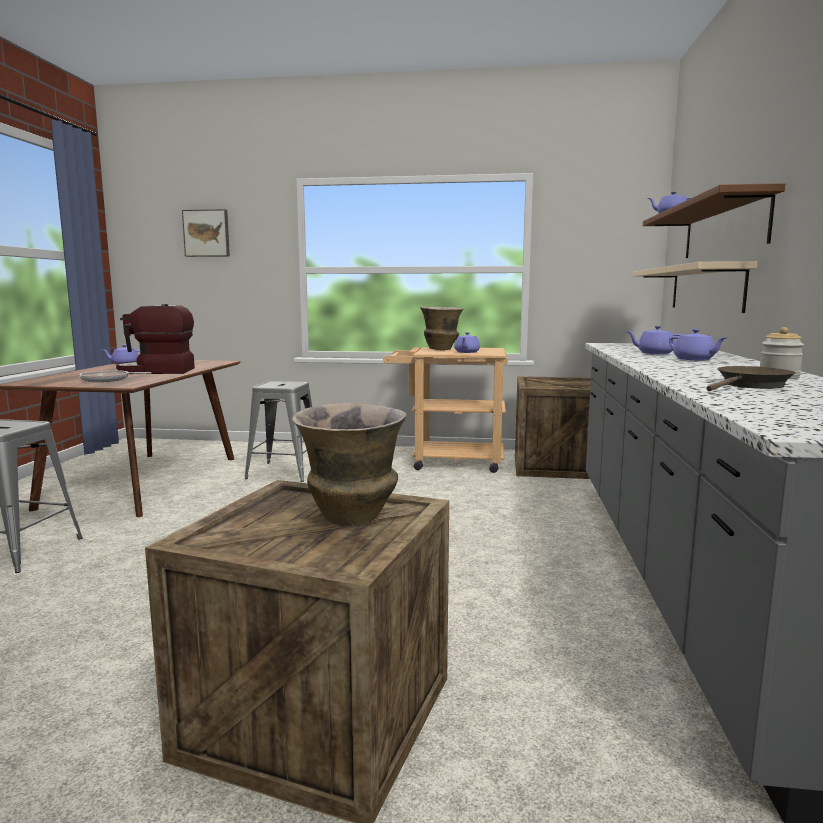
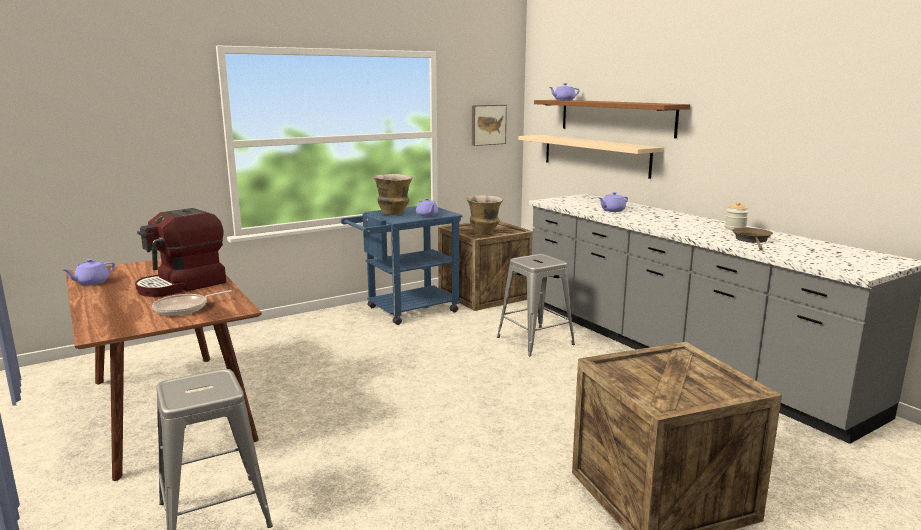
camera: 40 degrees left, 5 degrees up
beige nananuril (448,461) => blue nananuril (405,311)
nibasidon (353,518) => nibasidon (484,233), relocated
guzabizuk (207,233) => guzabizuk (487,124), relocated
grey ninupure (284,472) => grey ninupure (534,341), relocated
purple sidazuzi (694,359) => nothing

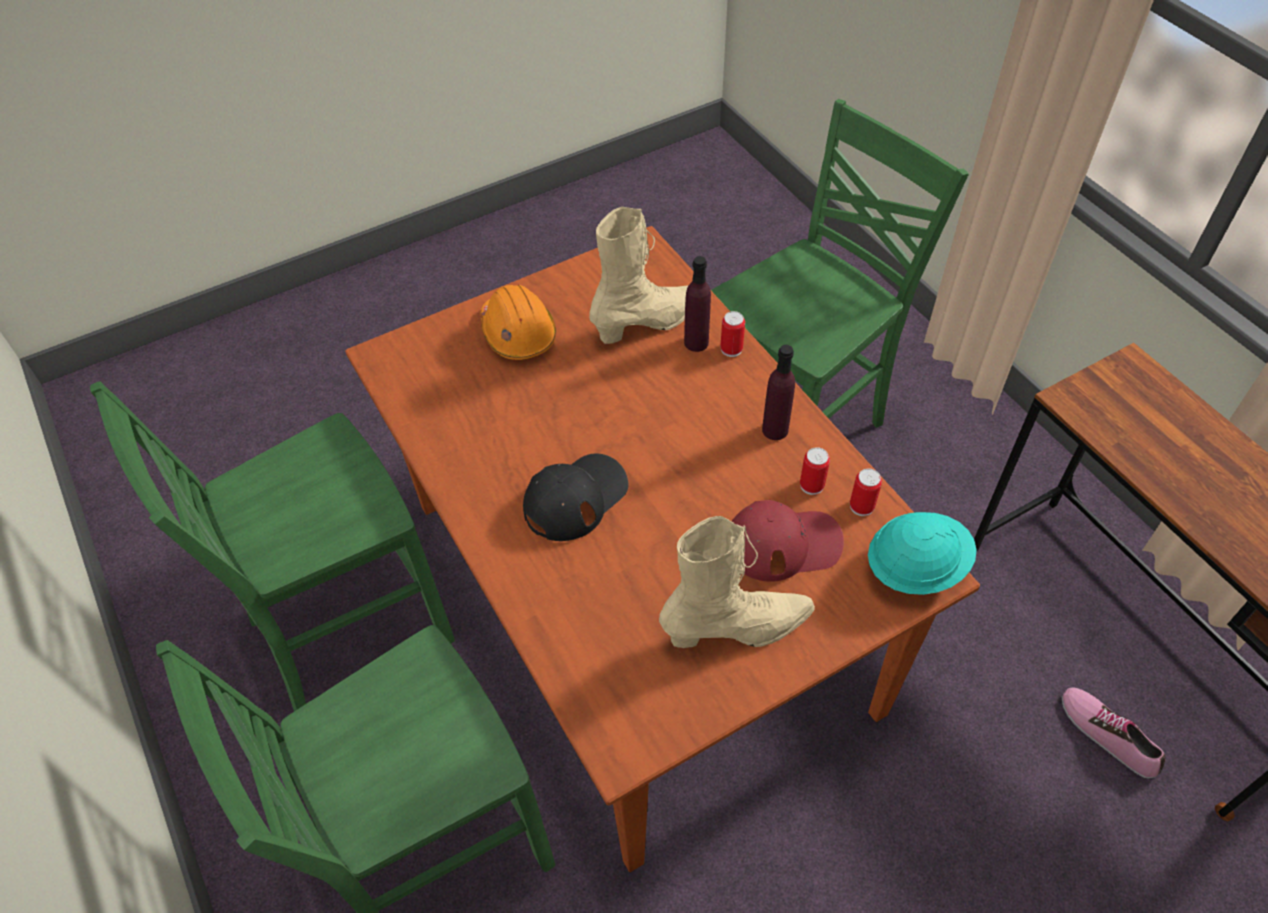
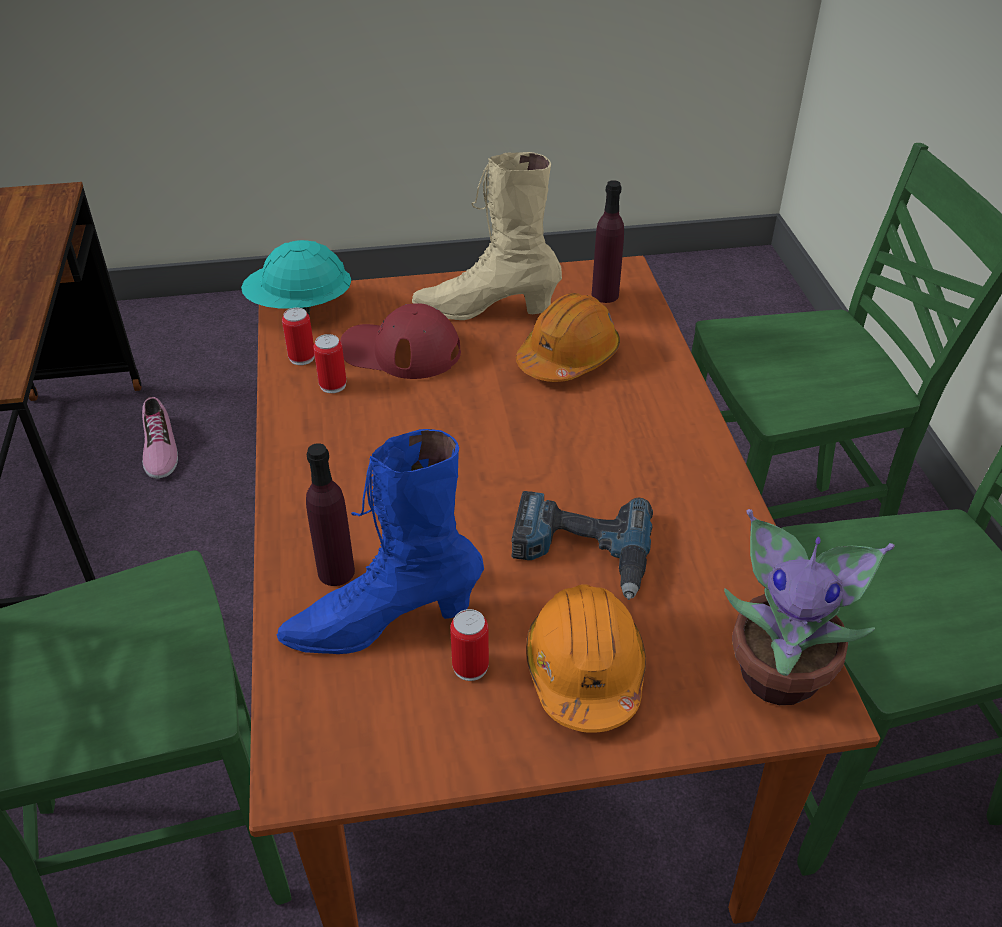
camera: 160 degrees left, 10 degrees down
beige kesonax (648,323) => blue kesonax (382,623)
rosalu (731,349) => rosalu (470,666), relocated
nothing => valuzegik (581,553)
nothing => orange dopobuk (568,357)
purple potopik (775,430) => purple potopik (605,295), relocated
nothing => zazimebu (780,671)
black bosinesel (575,498) => nothing

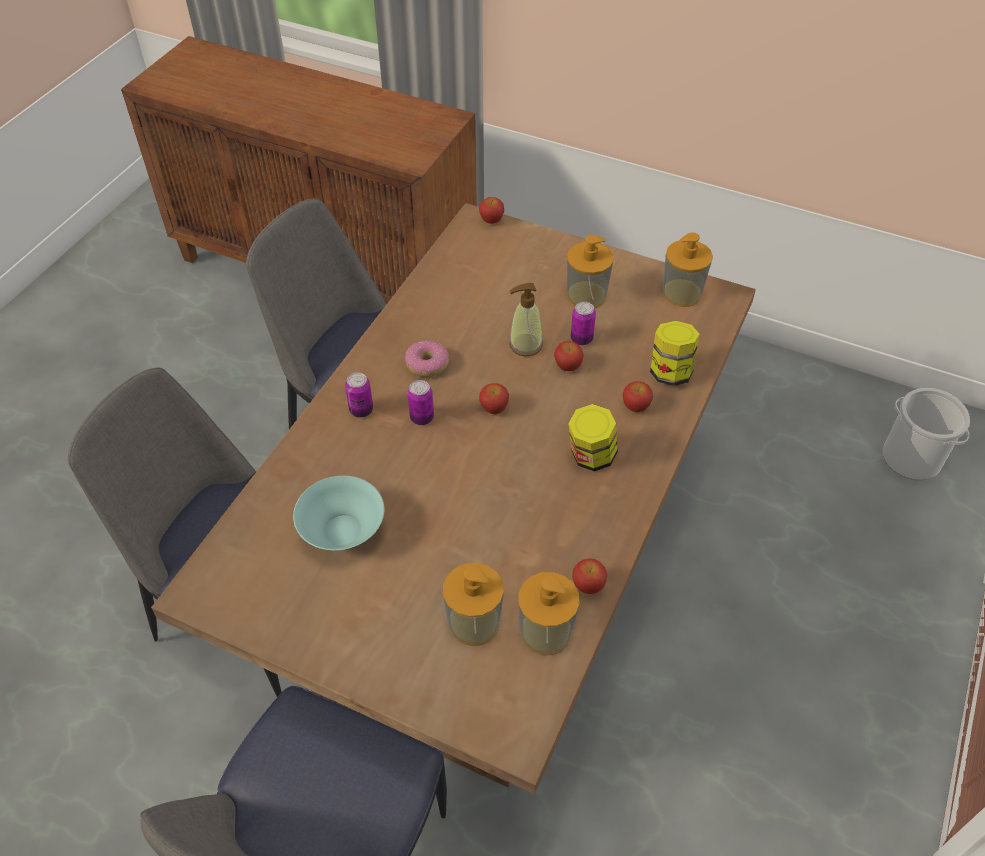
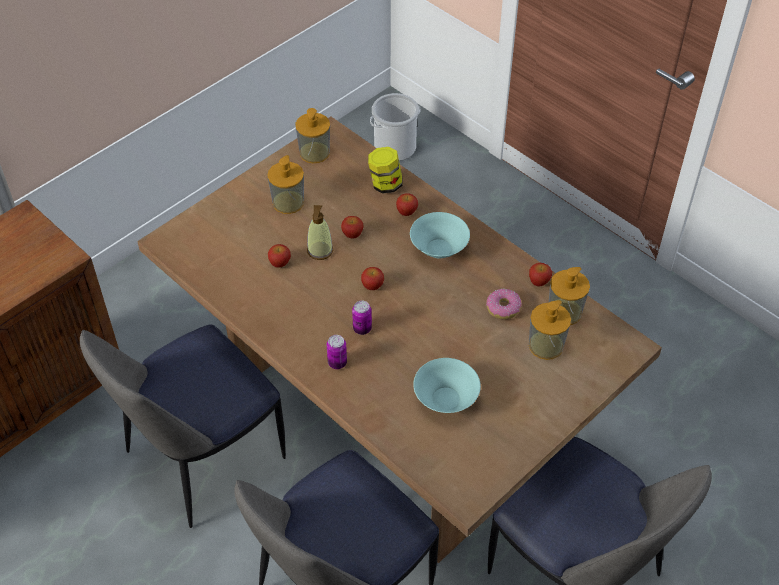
camera: 70 degrees left, 0 degrees up
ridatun (491,220) => ridatun (280,263), relocated
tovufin (591,456) => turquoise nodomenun (439,248)
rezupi (427,364) => rezupi (503,308), relocated
rosalu (581,339) => nothing

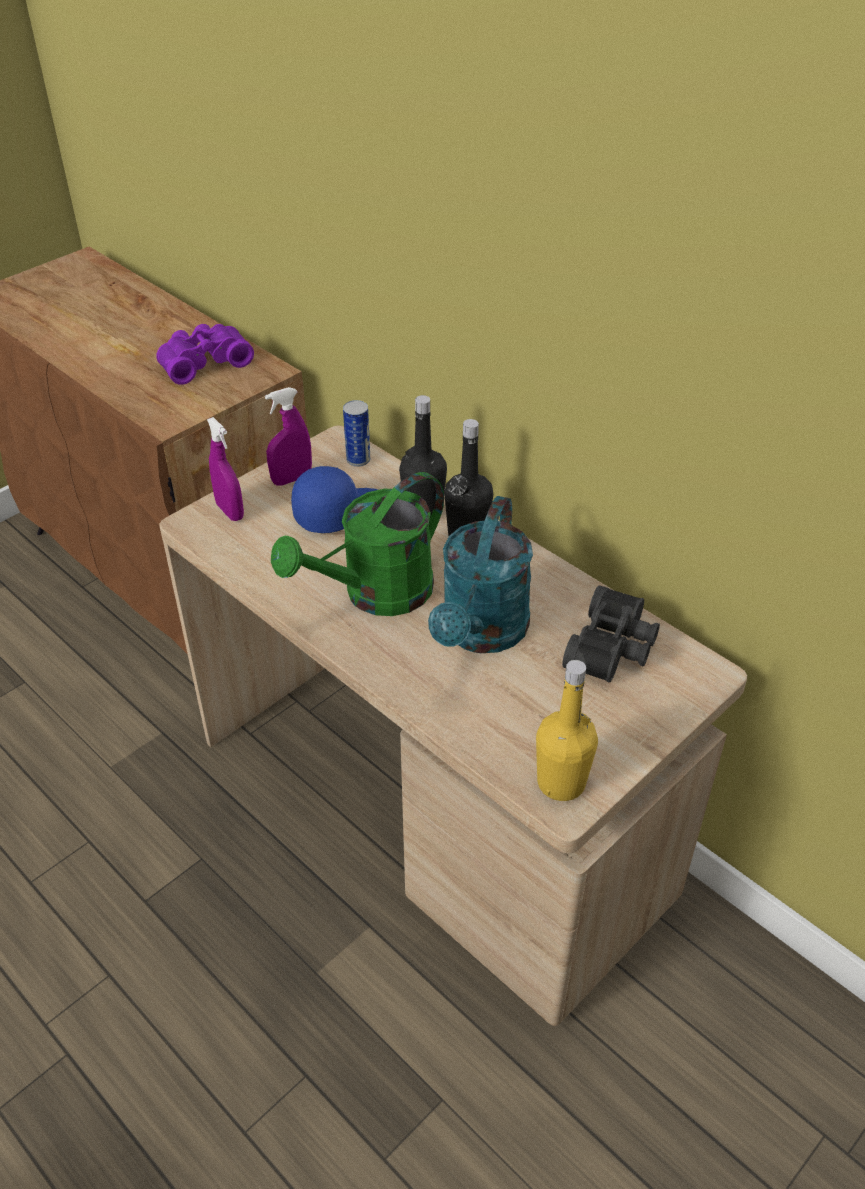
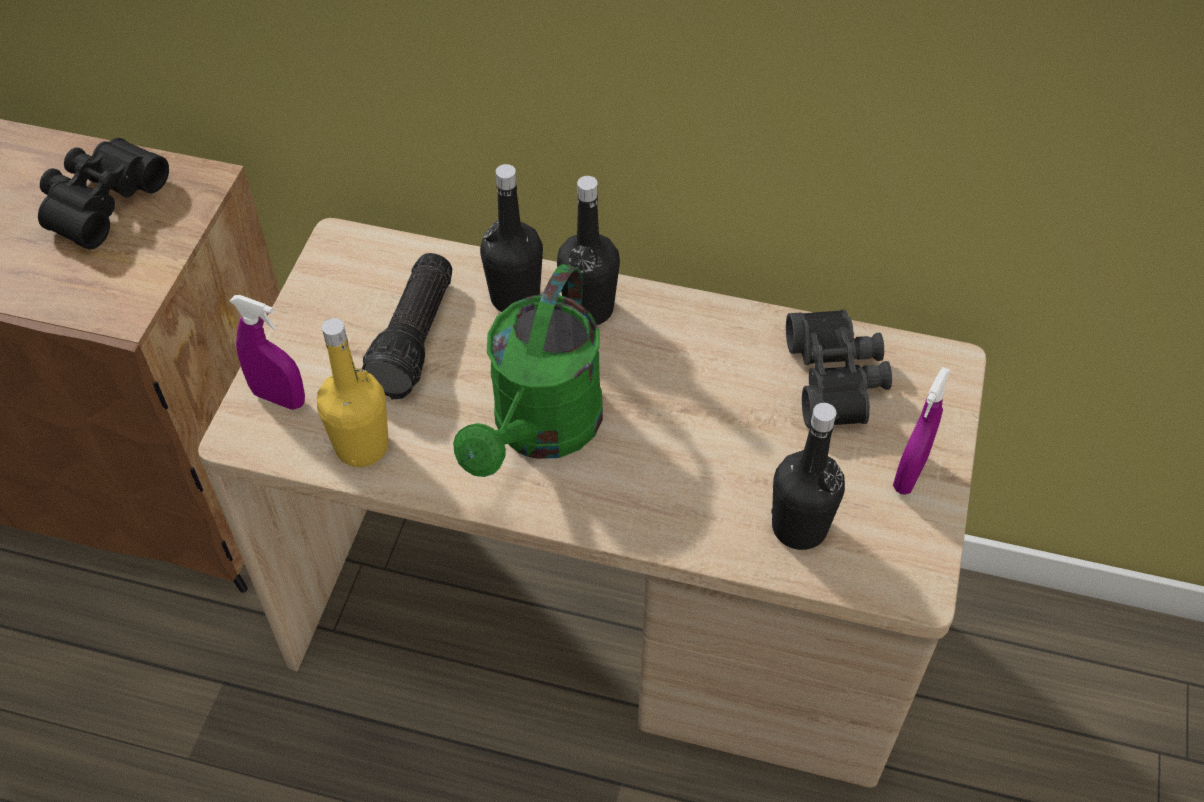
camera: 30 degrees left, 10 degrees up
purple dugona (203,362) => black dugona (100,201)
yellow potopik (561,783) => yellow potopik (362,446), relocated
blue bosinesel (339,512) => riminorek (416,340)
nothing => black potopik (799,527)
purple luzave (291,479) => purple luzave (909,474), relocated
rosalu (358,460) => nothing
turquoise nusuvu (481,634) => nothing

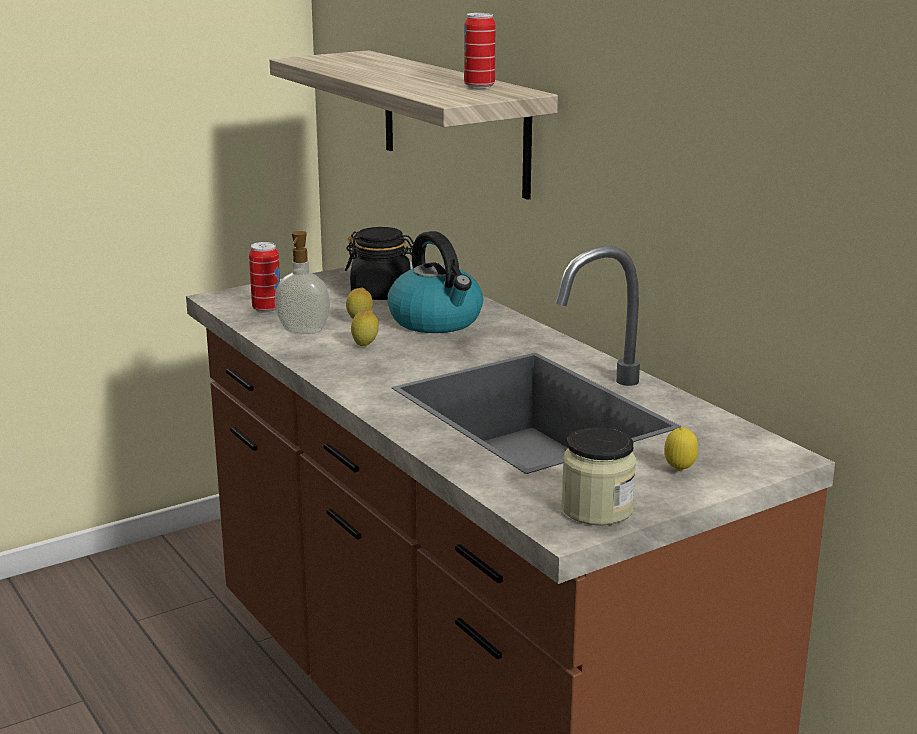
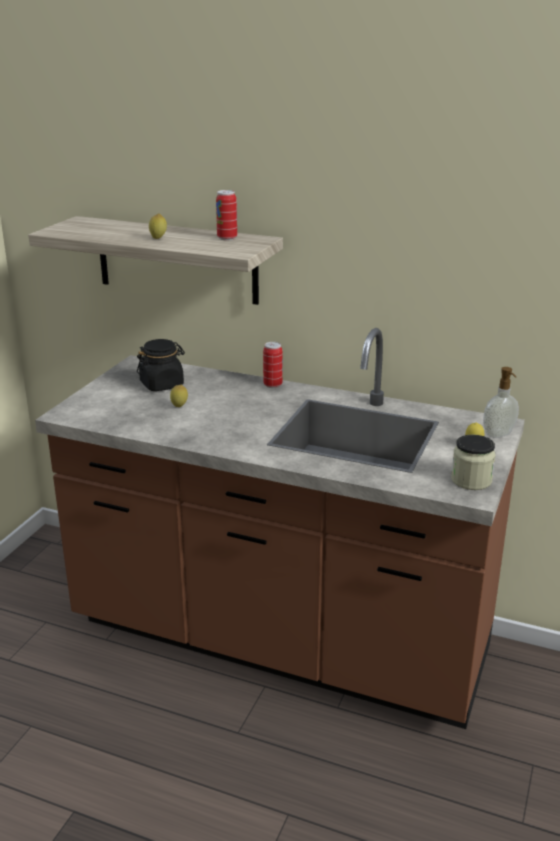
camera: 35 degrees left, 5 degrees up
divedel (365,346) => divedel (158,238), relocated
rosalu (266,309) => rosalu (273,385), relocated
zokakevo (303,331) => zokakevo (499,435), relocated
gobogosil (437,321) => nothing

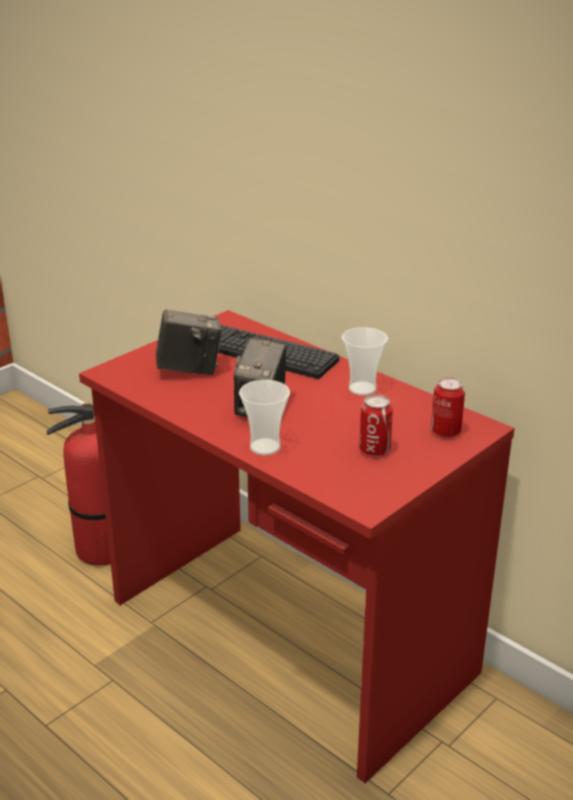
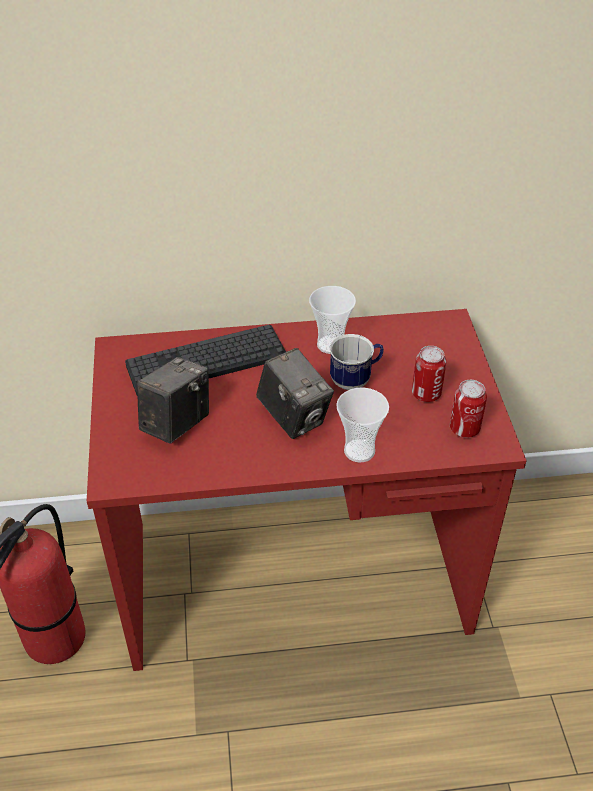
camera: 50 degrees left, 15 degrees up
nothing => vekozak (355,380)
rosalu (445,431) => rosalu (464,428), relocated

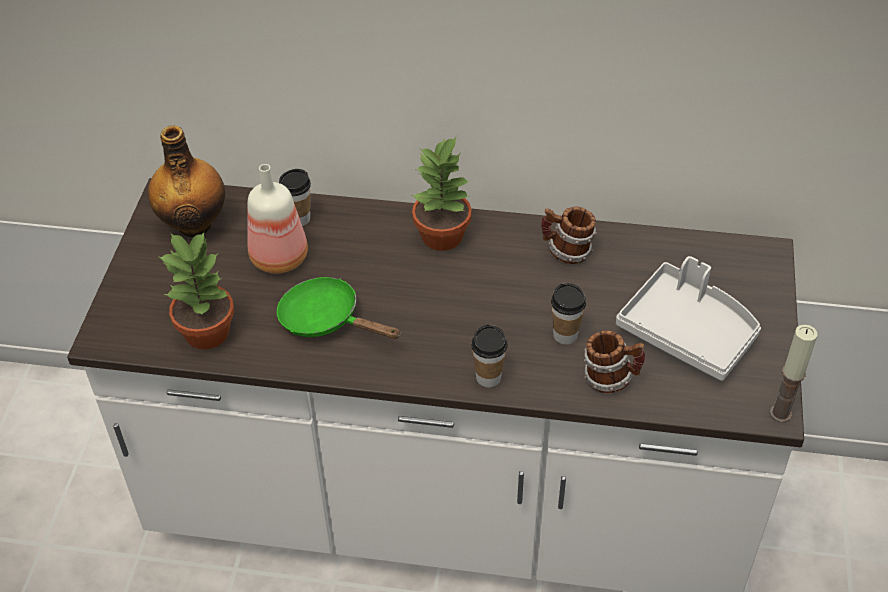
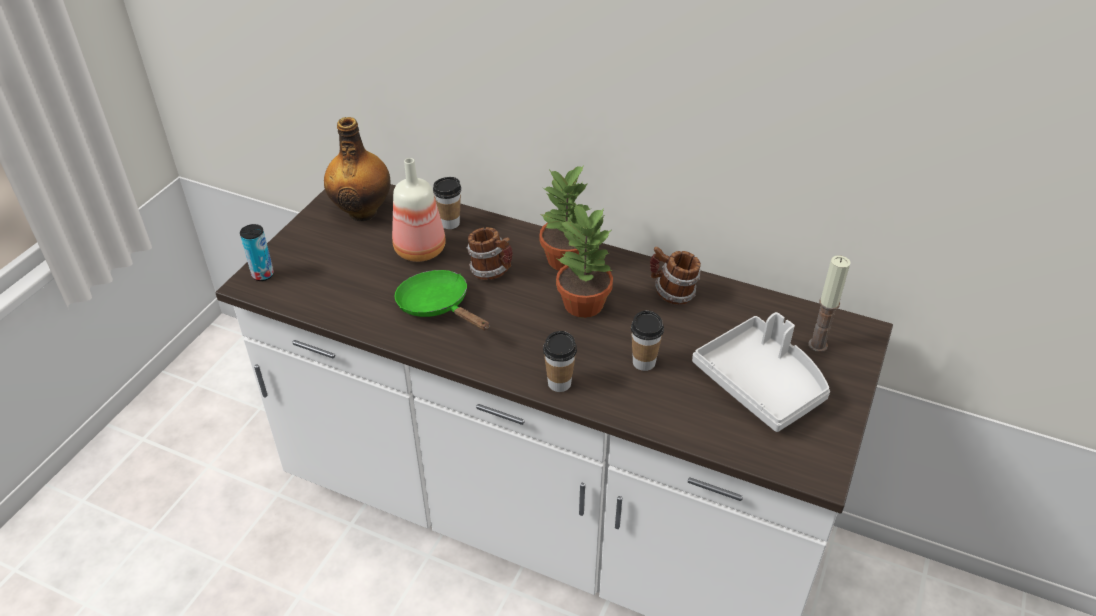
camera: 15 degrees right, 5 degrees down
nothing => rosalu (263,275)
vekozak (610,379) => vekozak (492,271), relocated
zazimebu (207,331) => zazimebu (584,303), relocated
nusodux (780,413) => nusodux (817,345), relocated

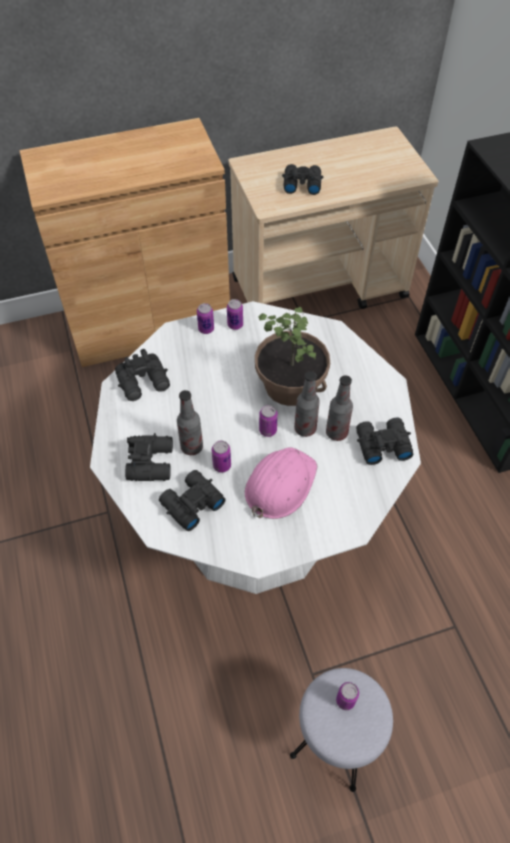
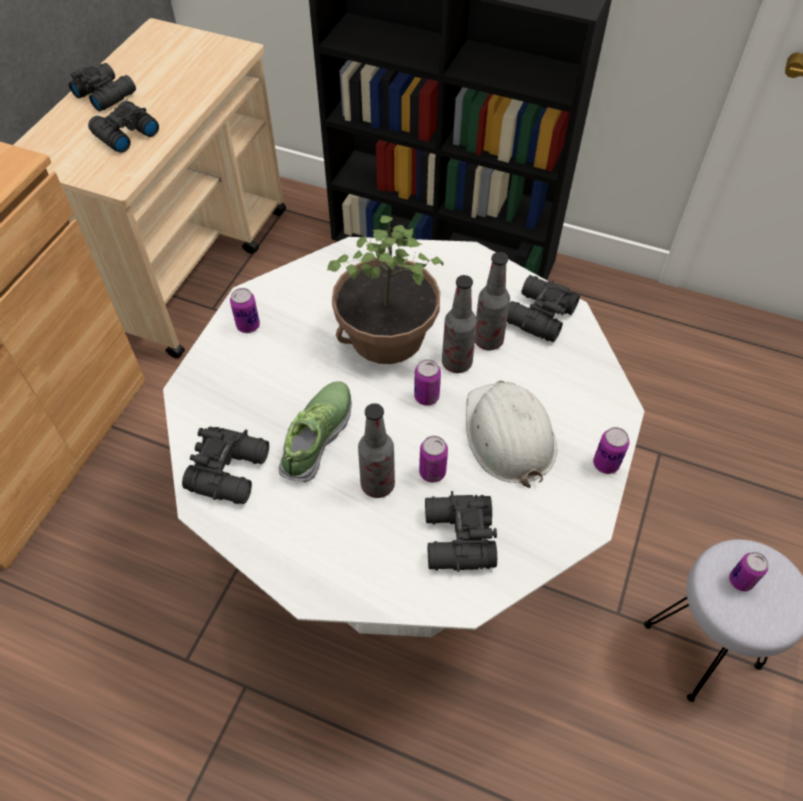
camera: 50 degrees left, 0 degrees up
black dugona (152,461) => black dugona (105,94), relocated
nothing => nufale (318,437)
pink dopobuk (279,484) => white dopobuk (508,435)
rosalu (206,329) => rosalu (606,464), relocated

